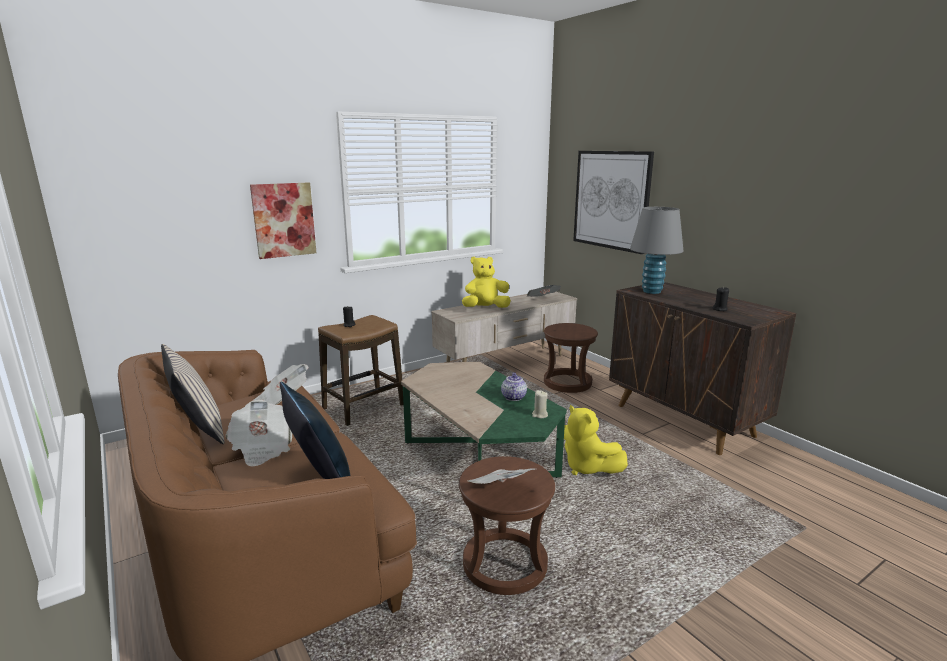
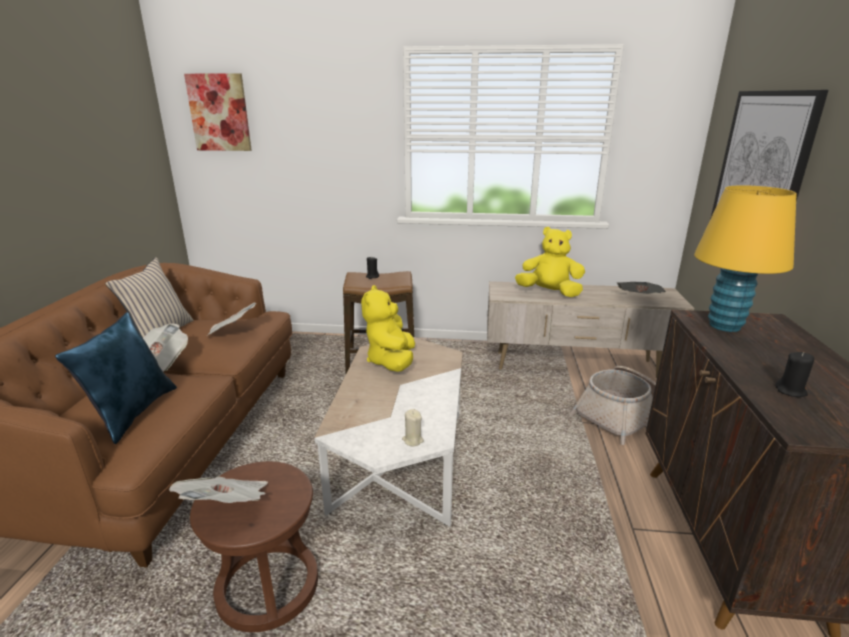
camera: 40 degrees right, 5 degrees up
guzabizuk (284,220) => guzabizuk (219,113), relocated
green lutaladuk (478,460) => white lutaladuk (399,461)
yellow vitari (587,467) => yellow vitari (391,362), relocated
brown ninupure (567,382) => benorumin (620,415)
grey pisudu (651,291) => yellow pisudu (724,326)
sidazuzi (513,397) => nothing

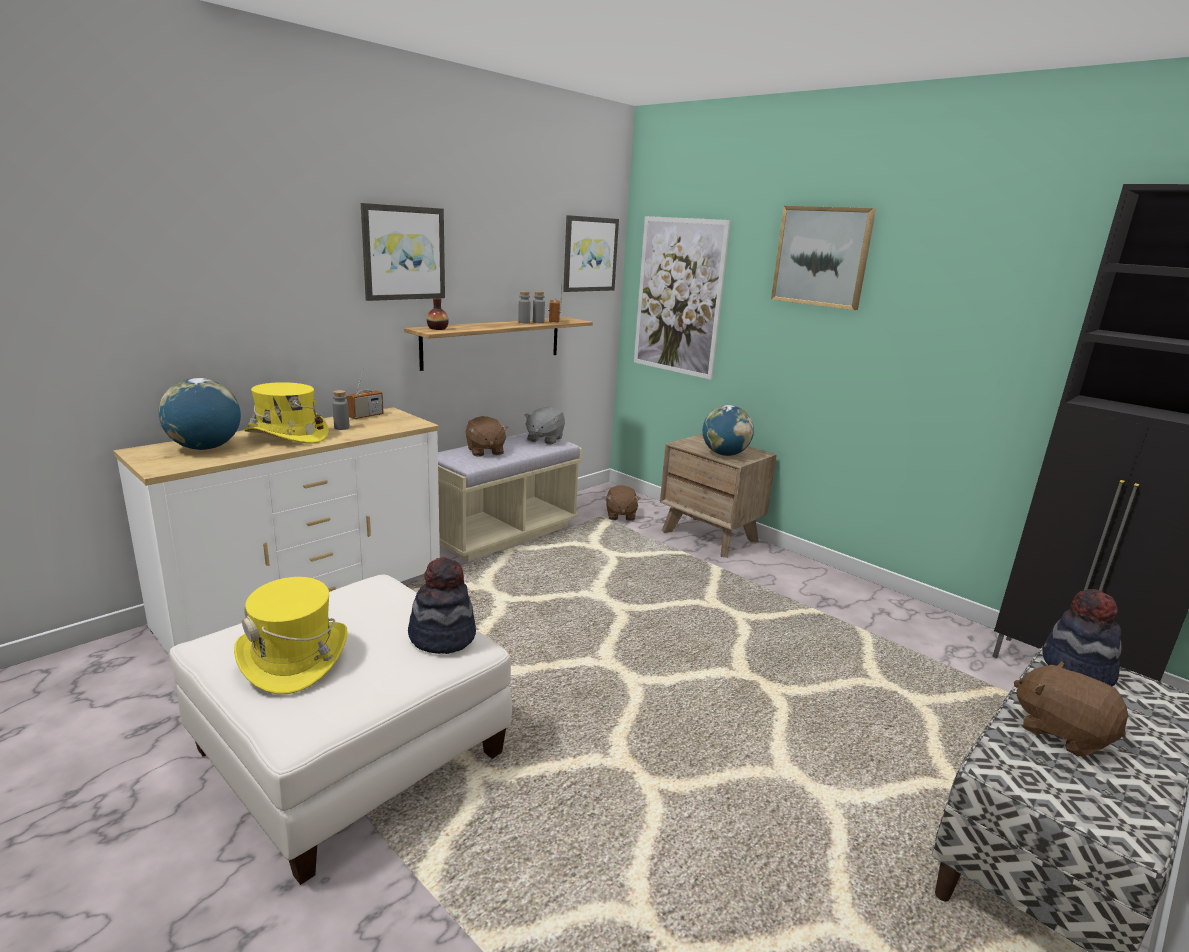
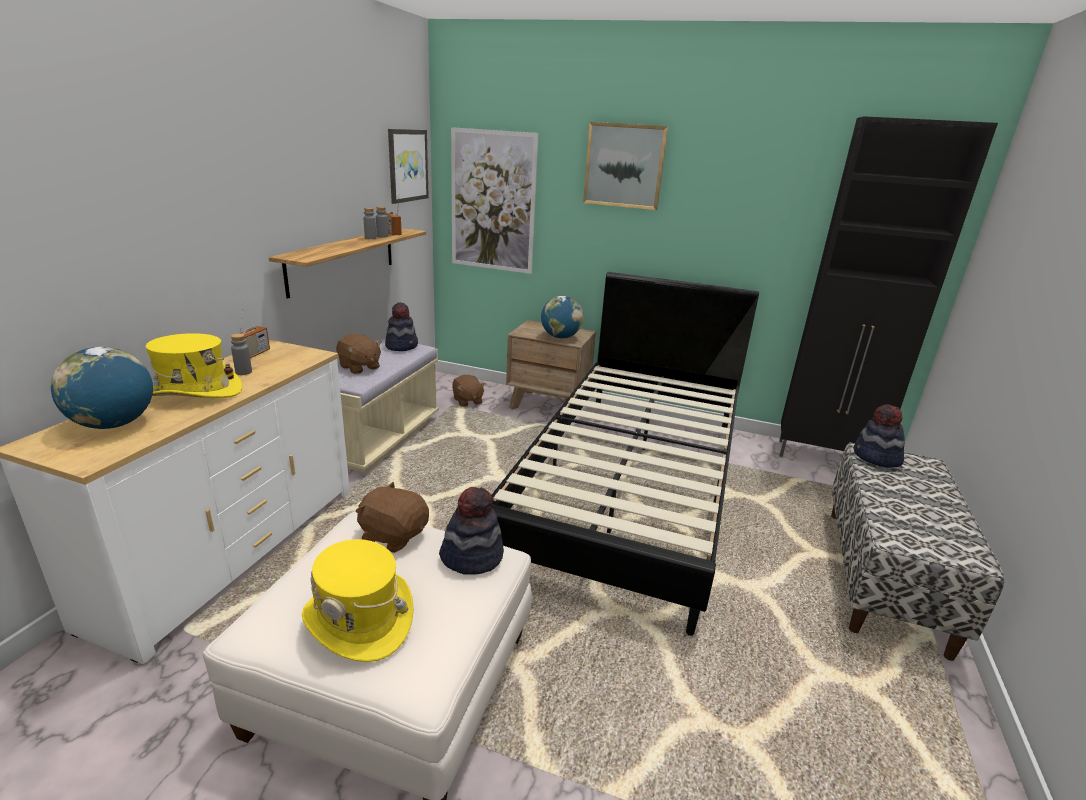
camera: 25 degrees left, 5 degrees up
brown vitari (1061,732) => brown vitari (393,535), relocated
grey vitari (544,439) => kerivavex (402,346)
nothing => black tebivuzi (631,486)
guzabizuk (403,253) => nothing
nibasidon (437,328) => nothing

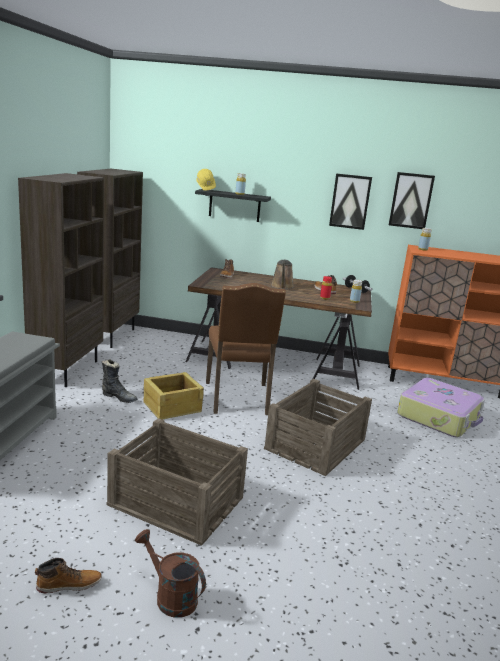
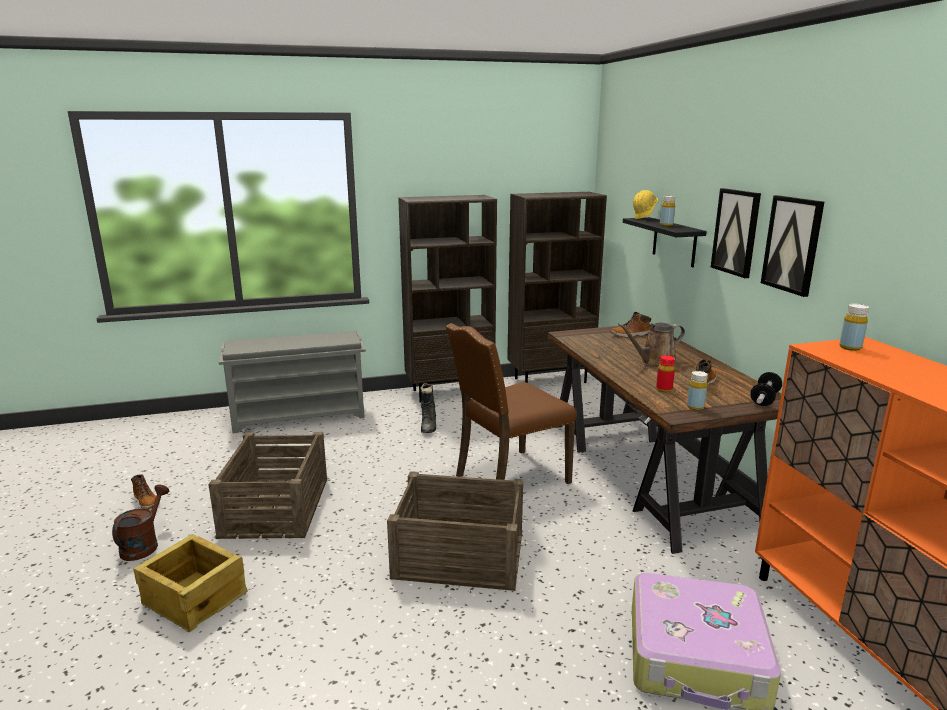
camera: 65 degrees right, 0 degrees up
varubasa (171,407) => varubasa (195,597), relocated
guzabizuk (411,200) => guzabizuk (736,232), relocated

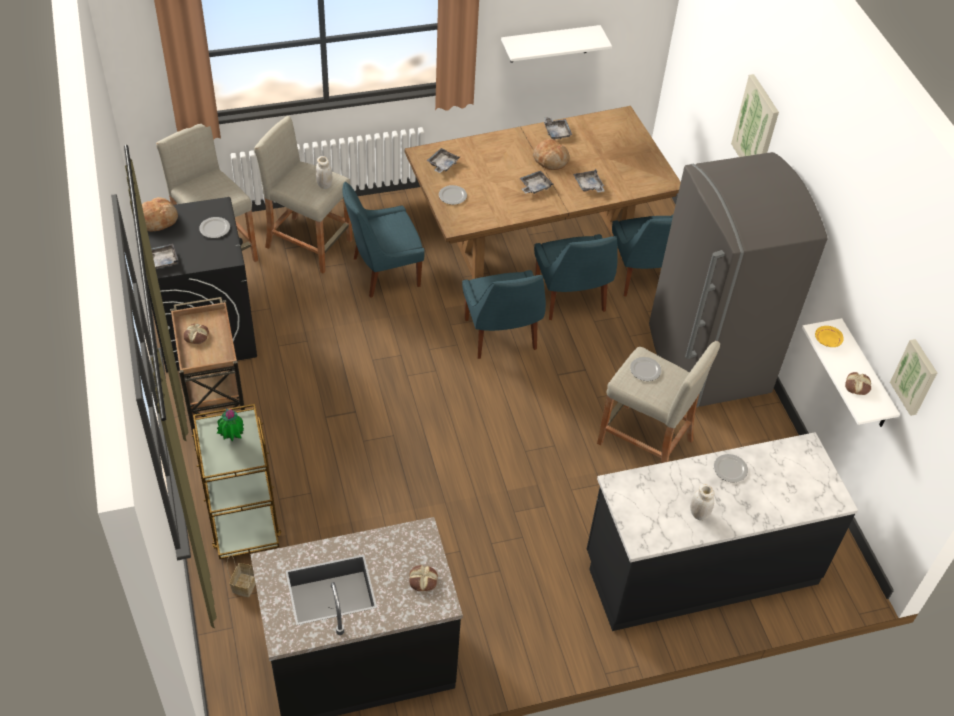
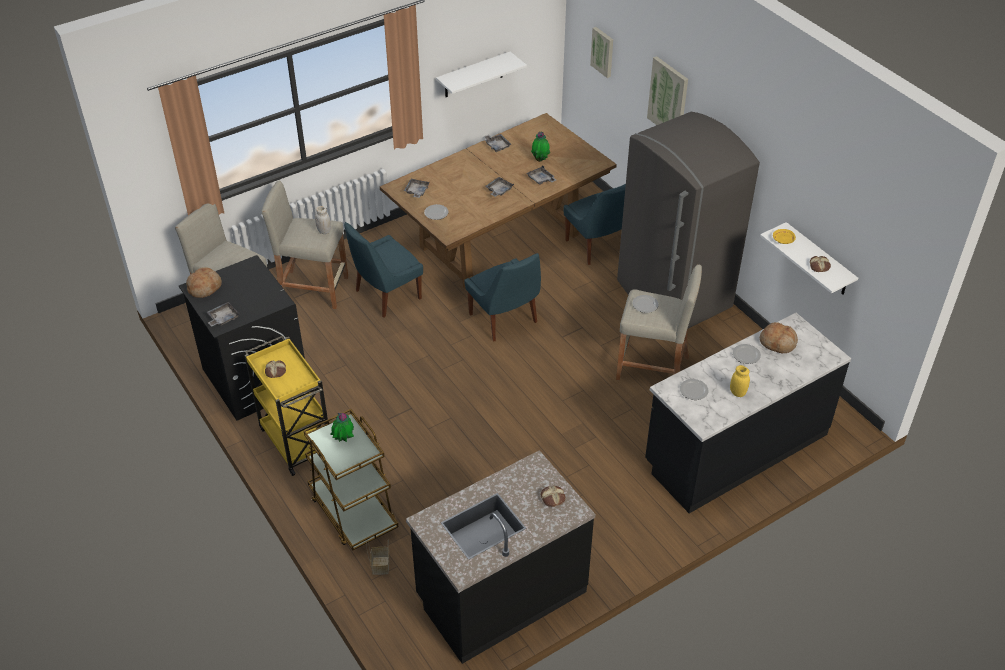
camera: 15 degrees left, 5 degrees down
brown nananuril (217,413) => yellow nananuril (296,441)
nothing => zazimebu (540,160)
guzabizuk (915,377) => guzabizuk (603,51), relocated
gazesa (215,228) => gazesa (694,390), relocated
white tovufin (698,514) => yellow tovufin (737,393)
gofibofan (550,160) => gofibofan (778,342), relocated
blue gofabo (570,299) => nothing

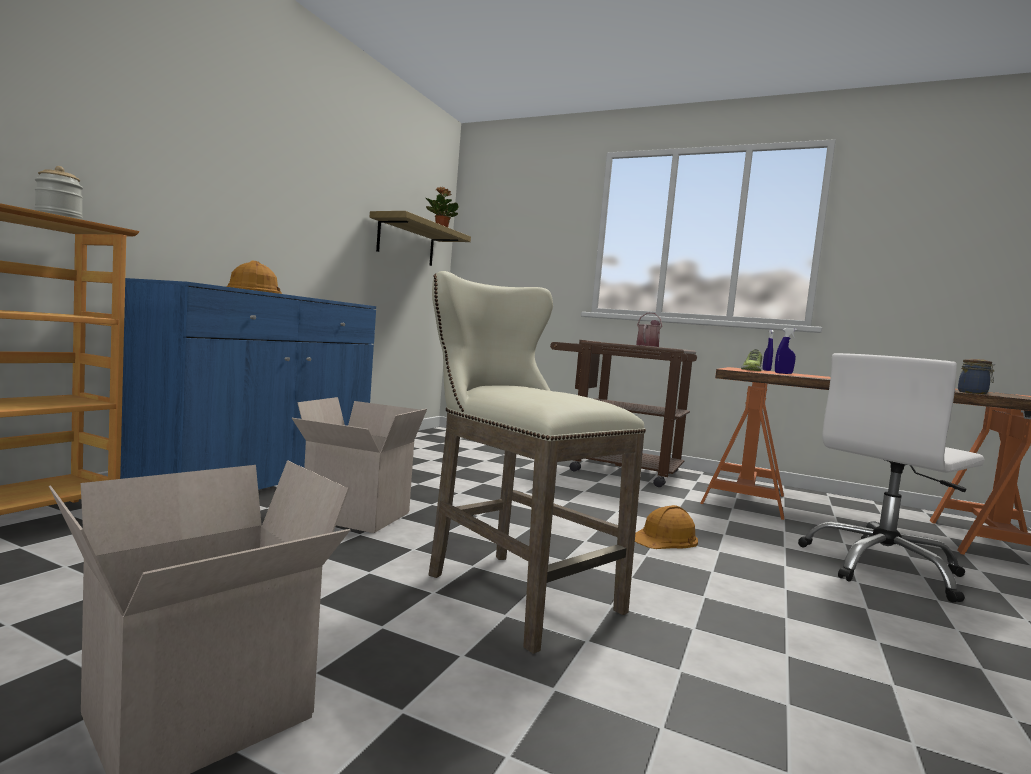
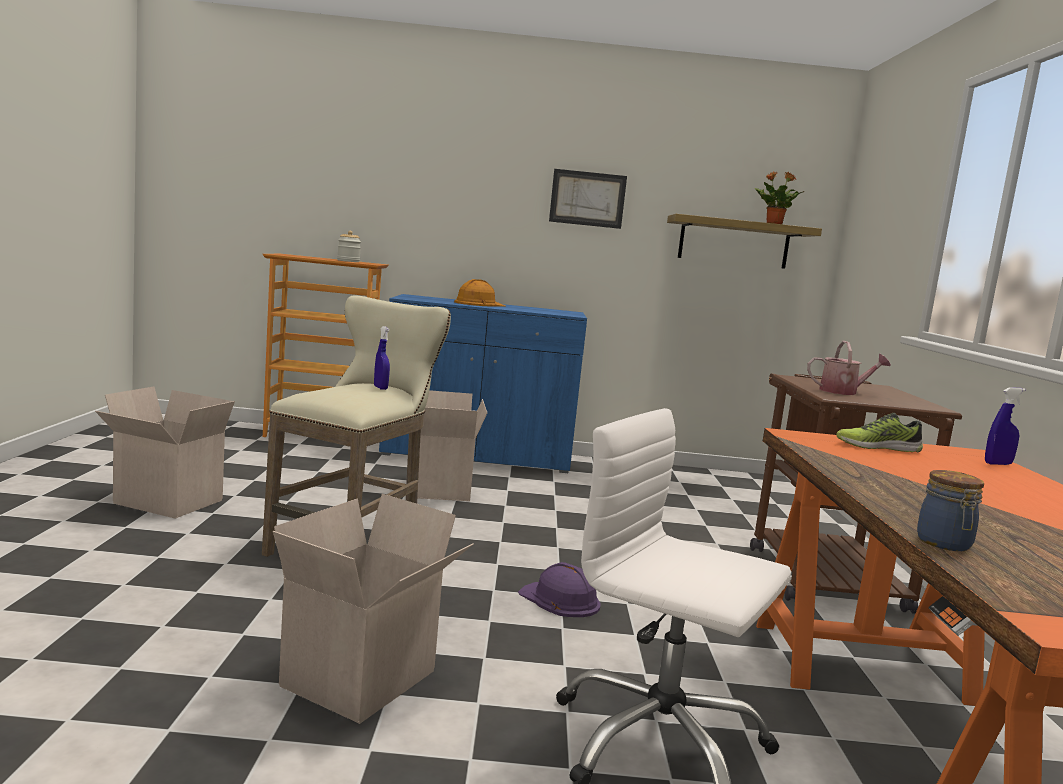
camera: 65 degrees right, 5 degrees up
nothing => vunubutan (361,681)
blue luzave (783,373) => blue luzave (380,388), relocated
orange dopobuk (665,538) => purple dopobuk (560,599)
nothing => guzabizuk (587,199)

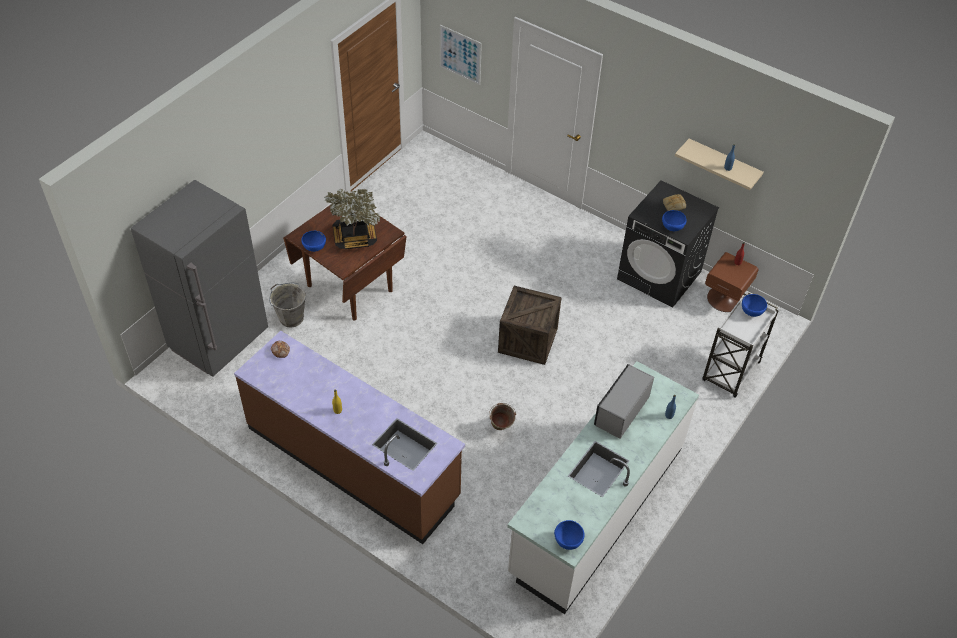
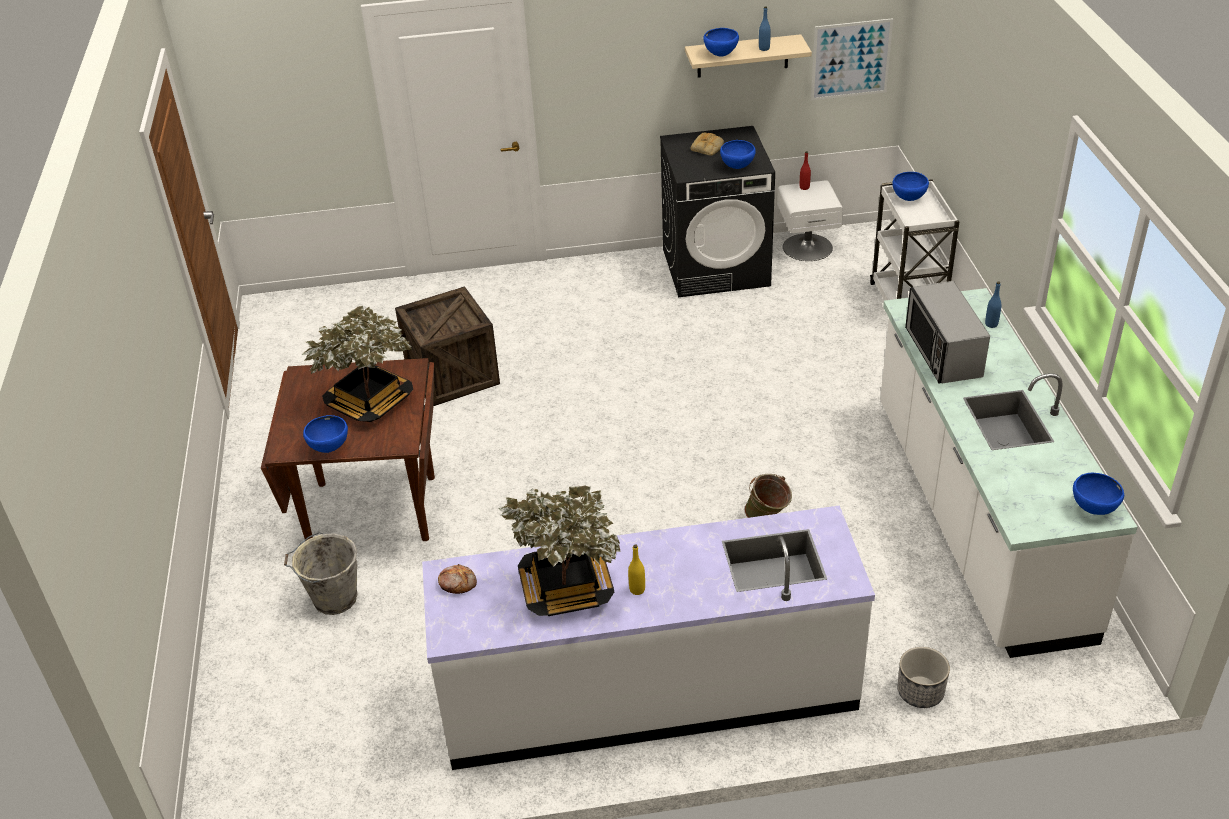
camera: 40 degrees left, 10 degrees down
varubasa (528,340) => varubasa (452,375), relocated
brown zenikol (353,462) => white zenikol (648,693)
nothing => zazimebu (566,589)
nothing => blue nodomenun (721,55)
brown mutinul (725,298) => white mutinul (807,247)
guzabizuk (460,54) => guzabizuk (851,59), relocated
nothing => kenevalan (920,692)
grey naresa (220,341) => nothing

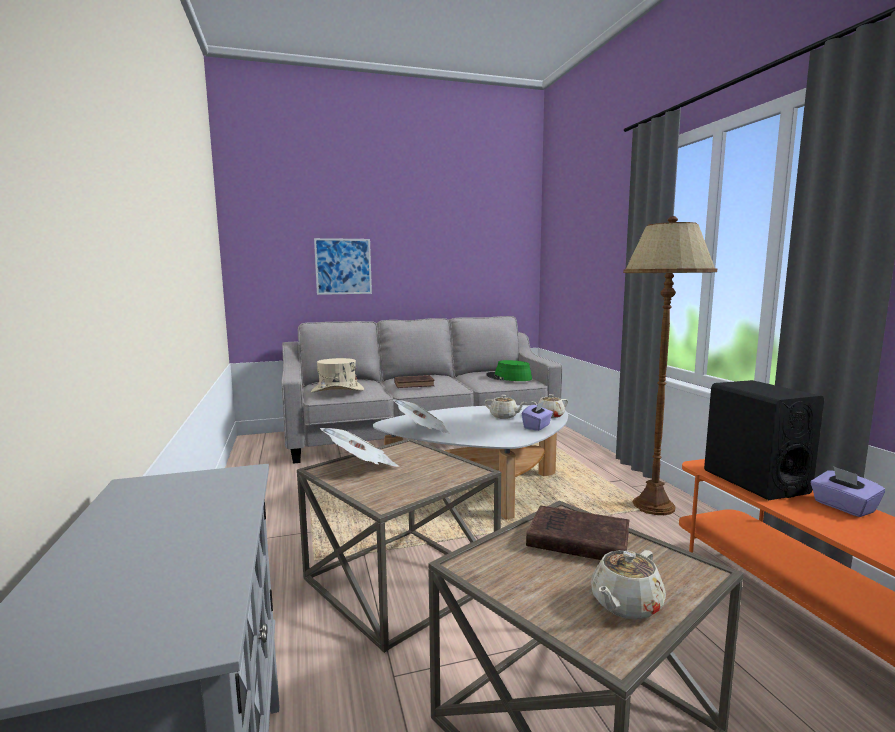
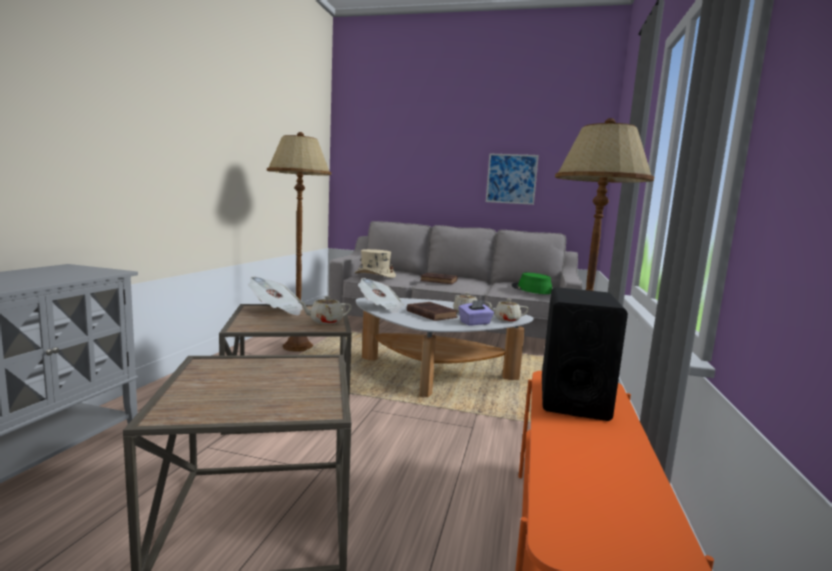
camera: 30 degrees right, 0 degrees up
nothing => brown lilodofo (298,347)
beige sidazuzi (625,604) => beige sidazuzi (325,321), relocated
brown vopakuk (575,540) => brown vopakuk (430,314), relocated
guzabizuk (343,266) => guzabizuk (511,179), relocated
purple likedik (843,507) => nothing

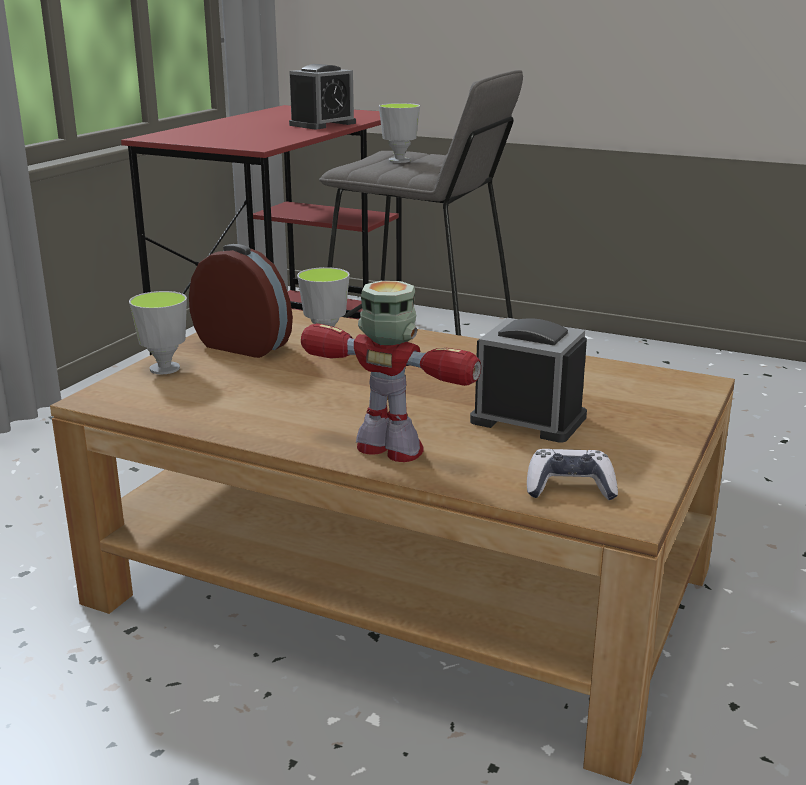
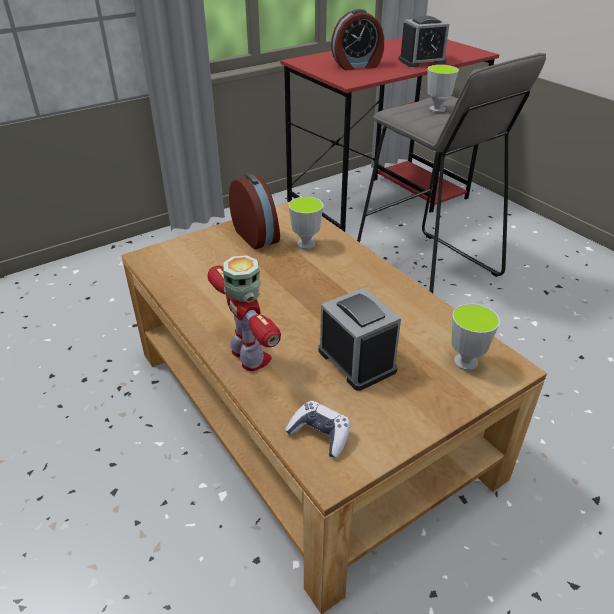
camera: 30 degrees right, 15 degrees up
nothing => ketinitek (357,66)
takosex (164,368) => takosex (465,362), relocated

